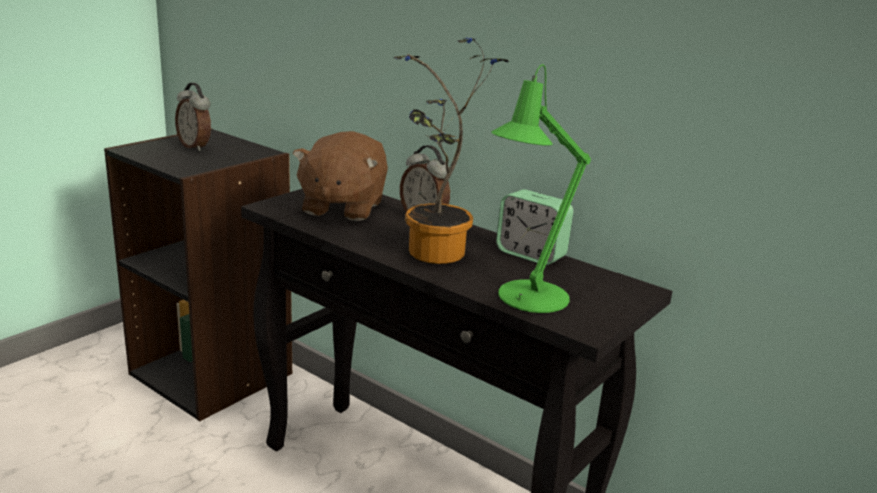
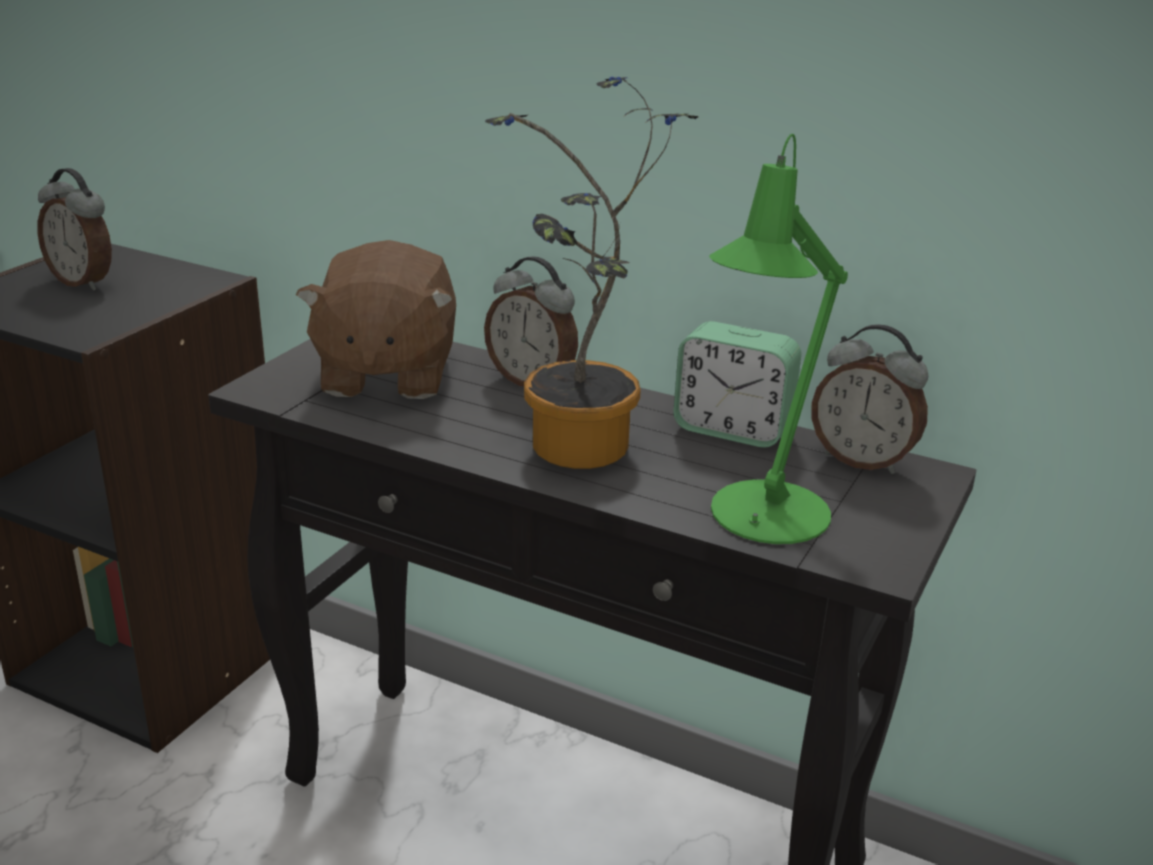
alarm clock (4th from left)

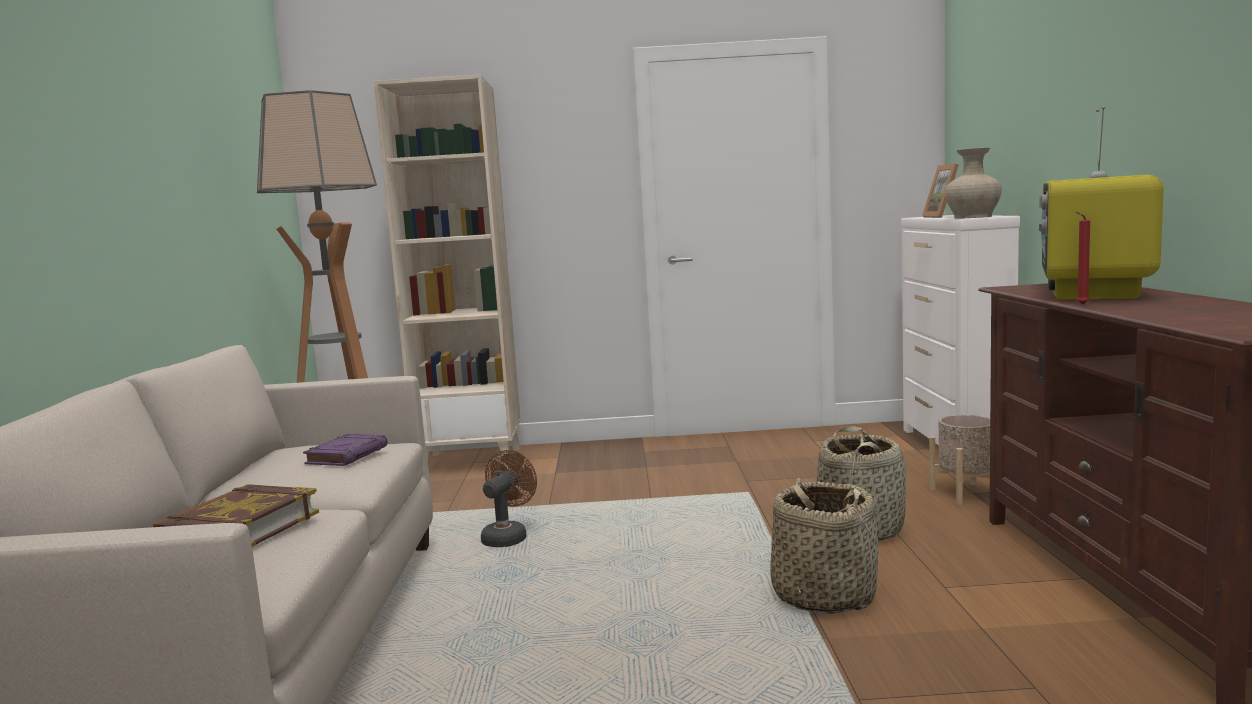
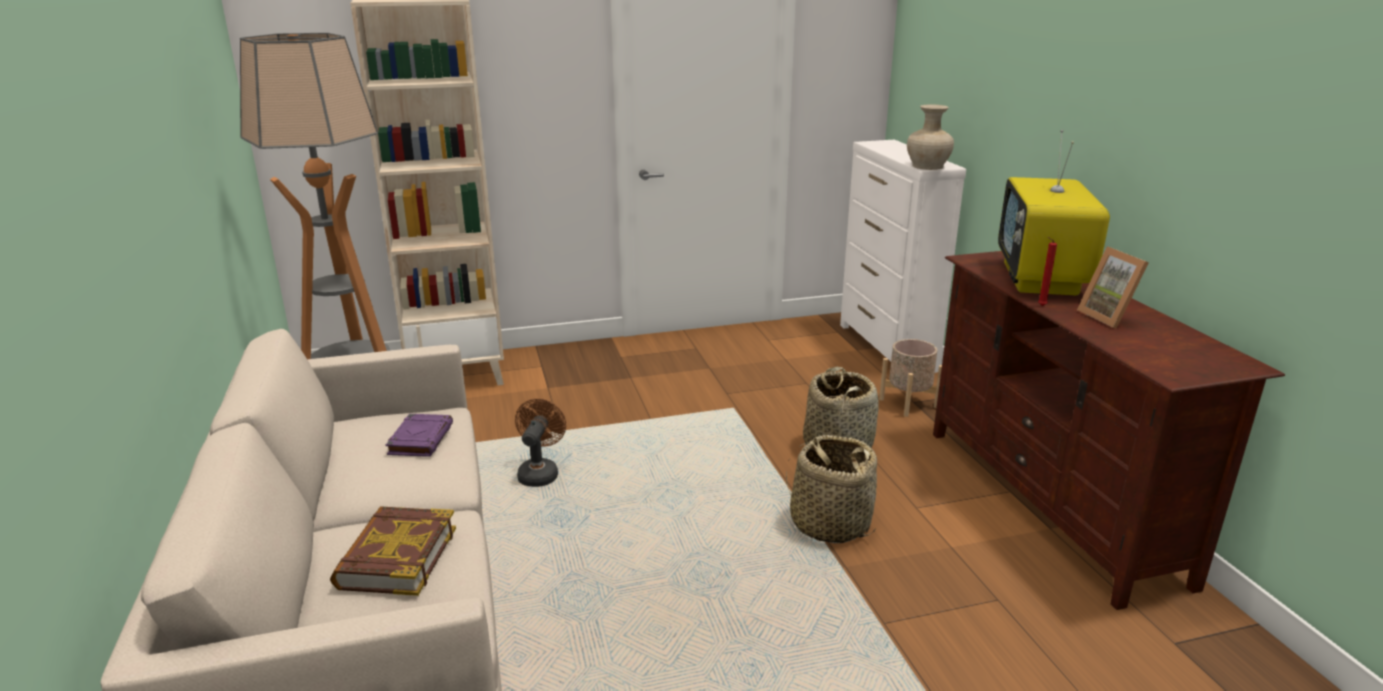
picture frame

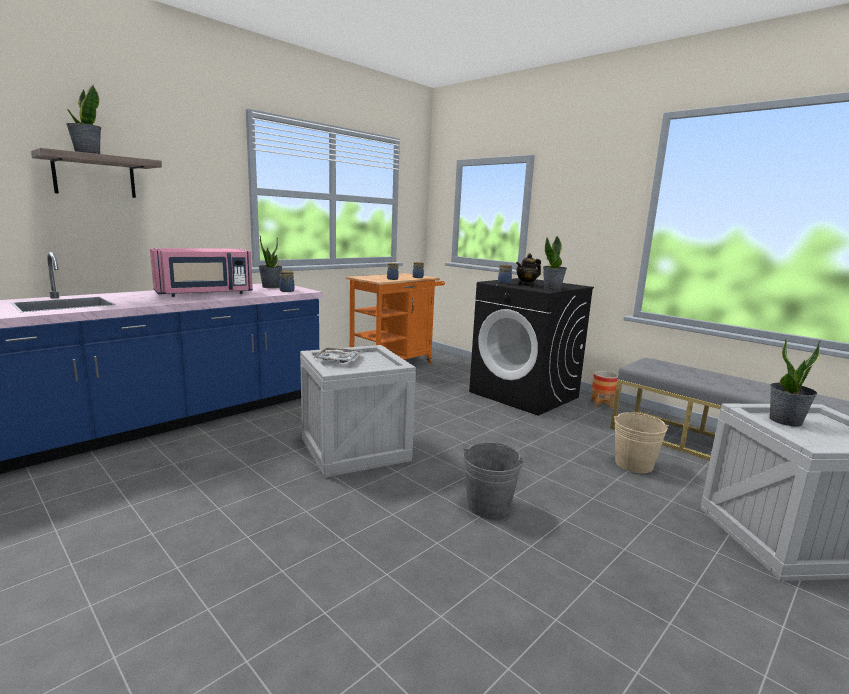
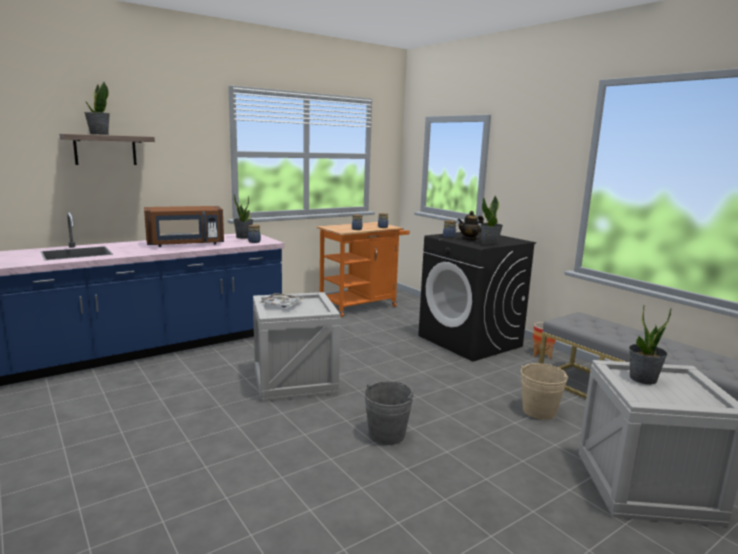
microwave (brown)

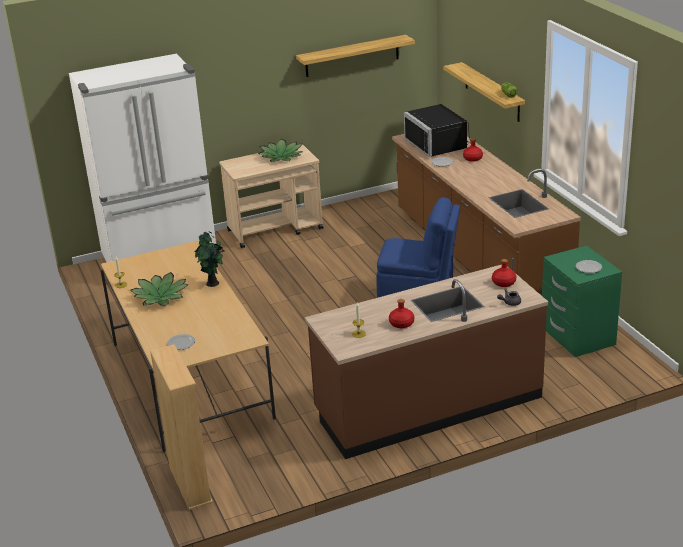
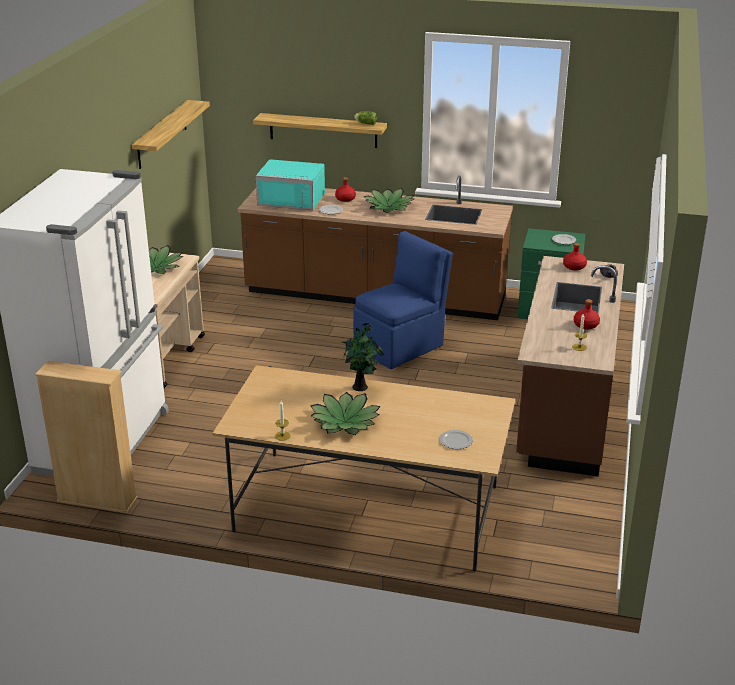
microwave (turquoise-coloured)
shelving unit (sand-coloured)
houseplant (4th from left)

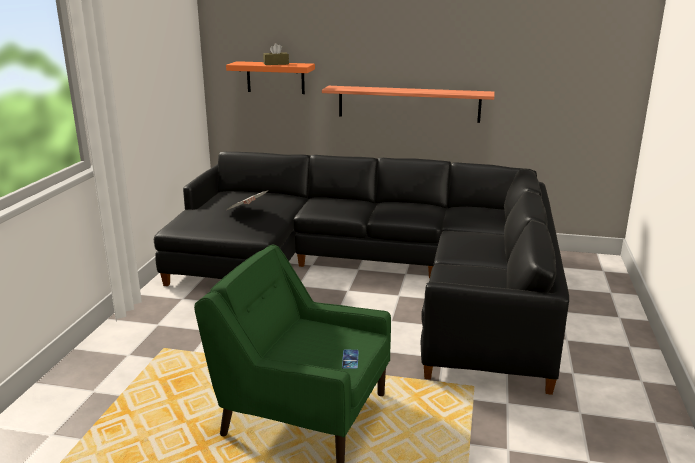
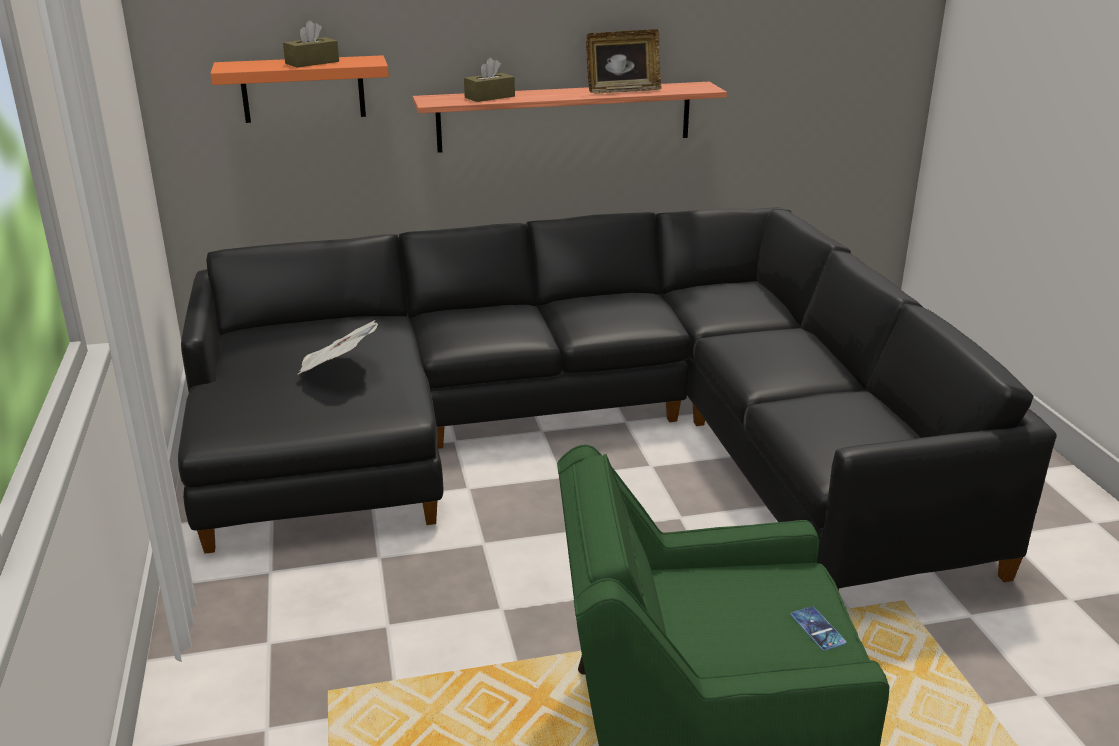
picture frame
tissue holder (brown) (2nd from left)

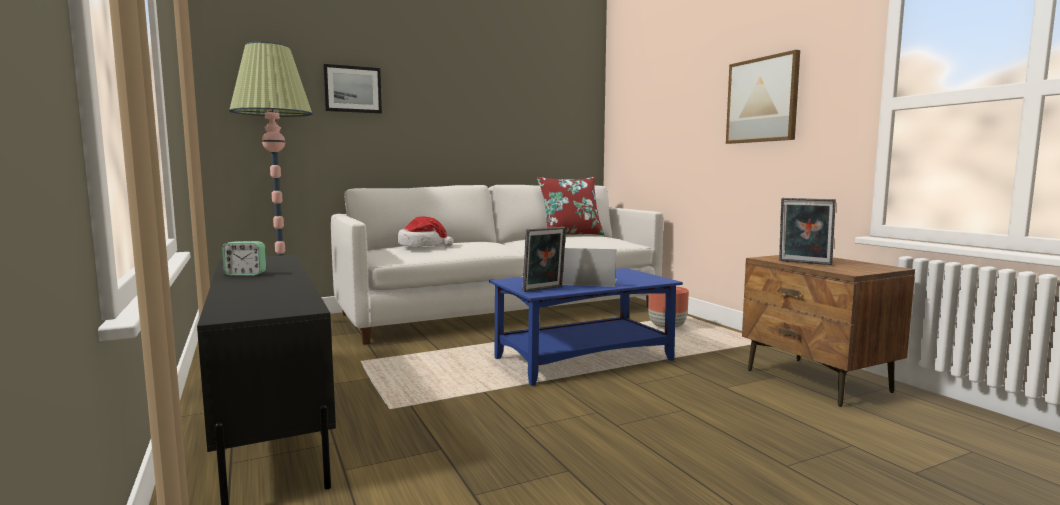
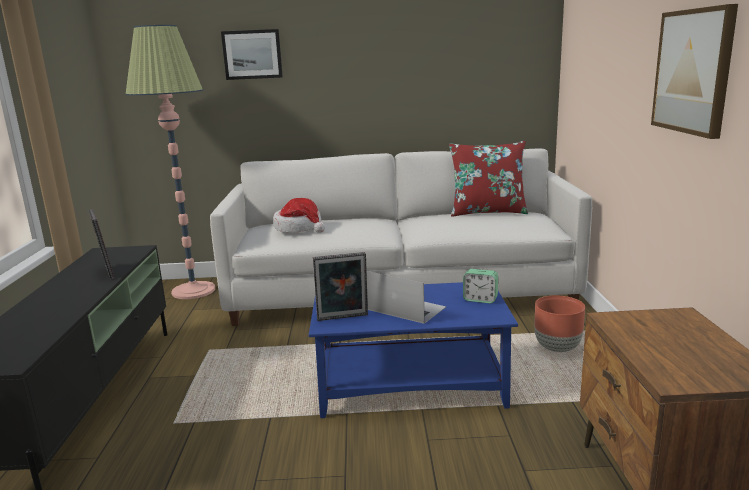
picture frame (1st from left)
alarm clock

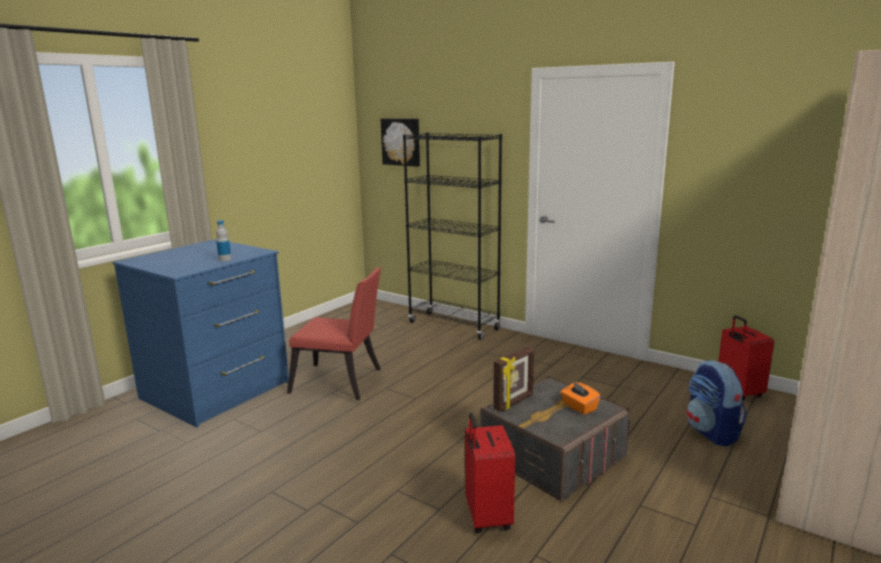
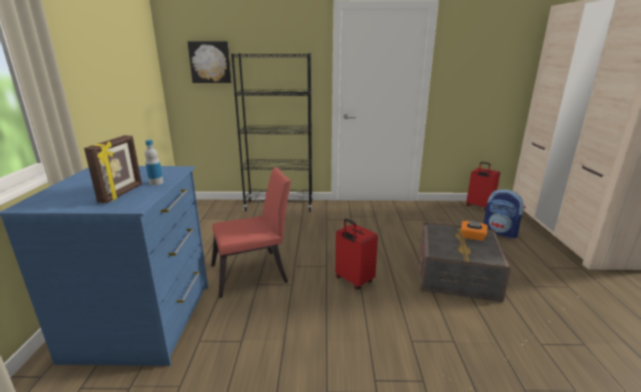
picture frame
travel case (red) (1st from left)

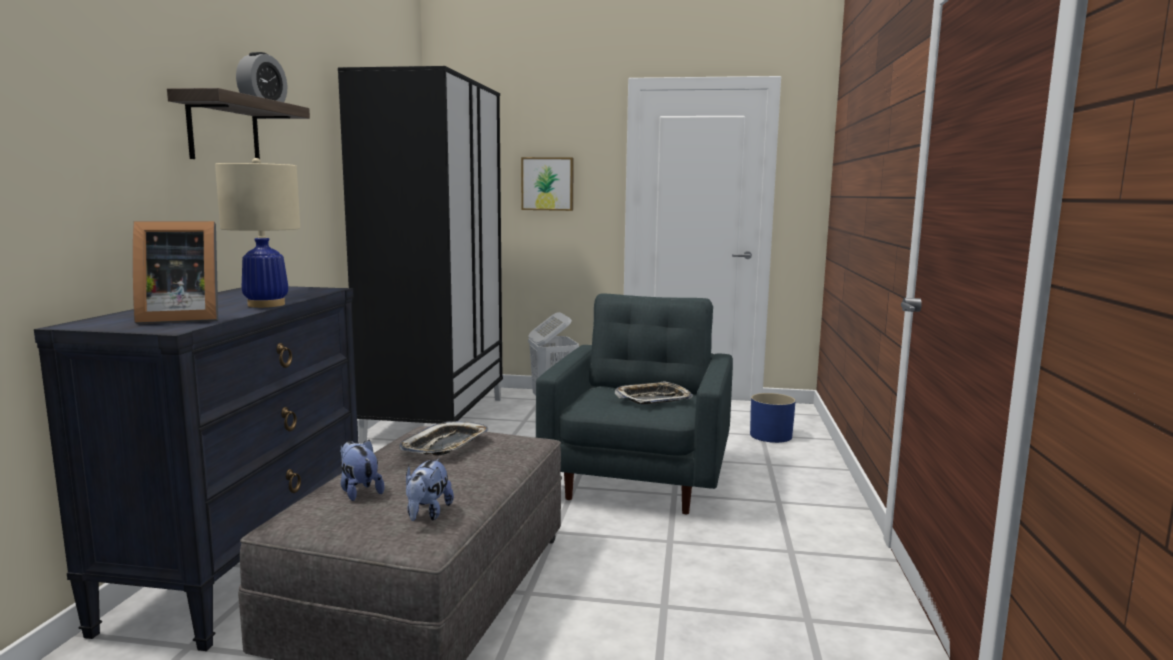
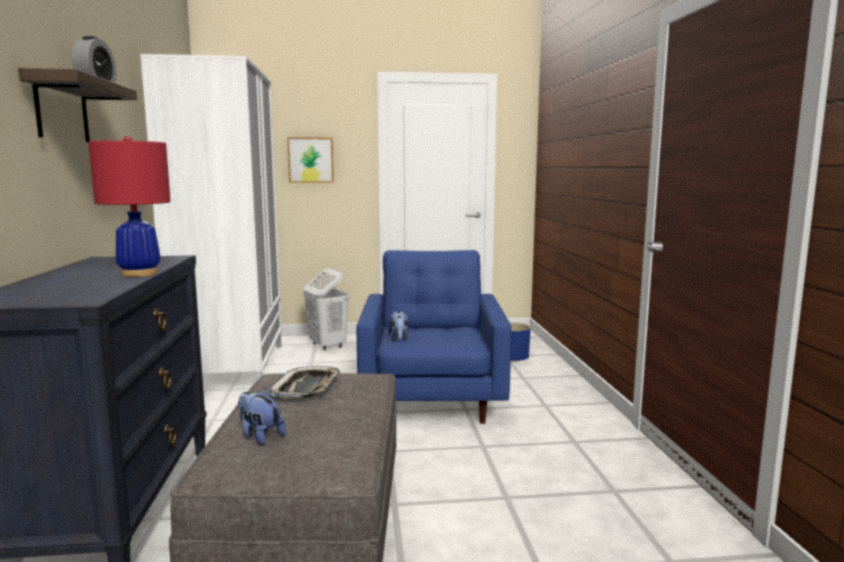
clothes cupboard (white)
table lamp (red)
picture frame
armchair (bluish)
serving tray (2nd from left in the first image)
soft toy (2nd from left)

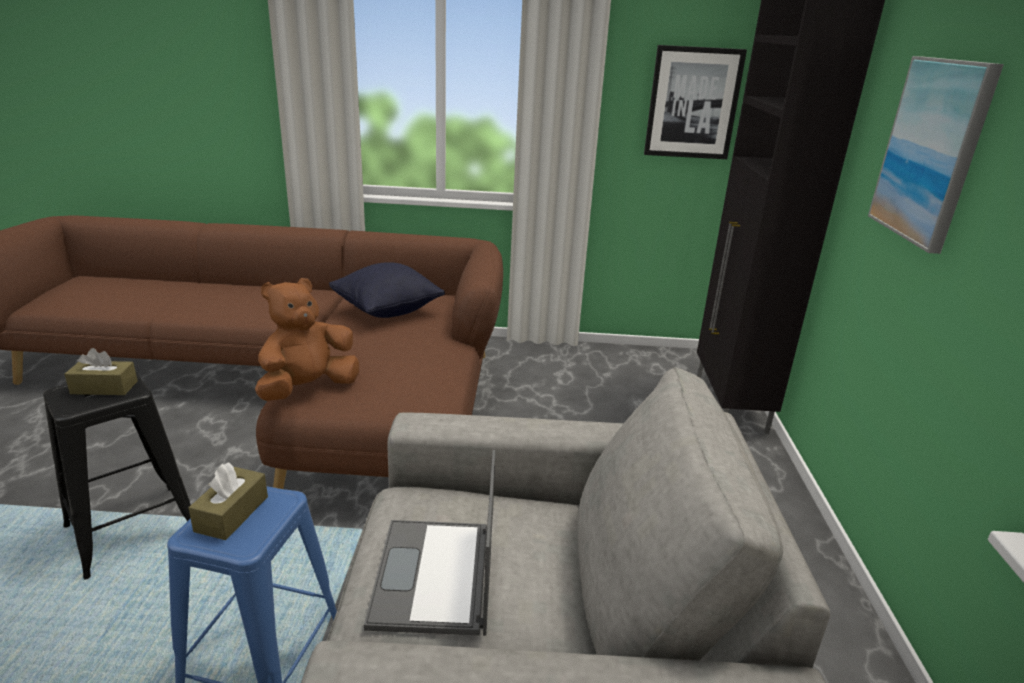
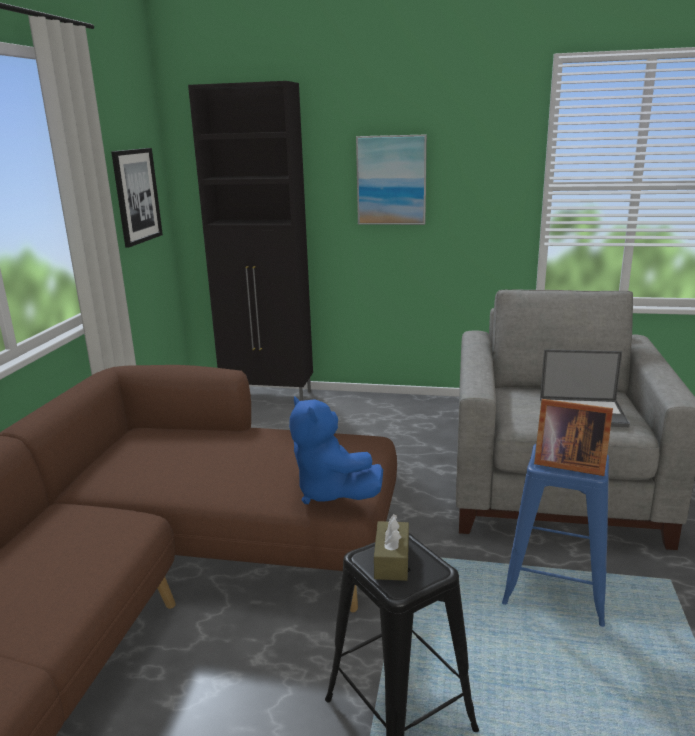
throw pillow (black)
soft toy (bluish)
picture frame

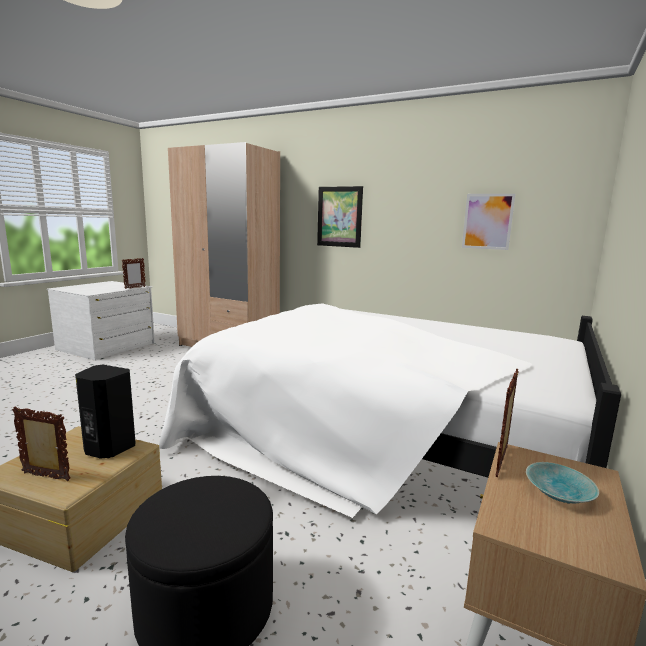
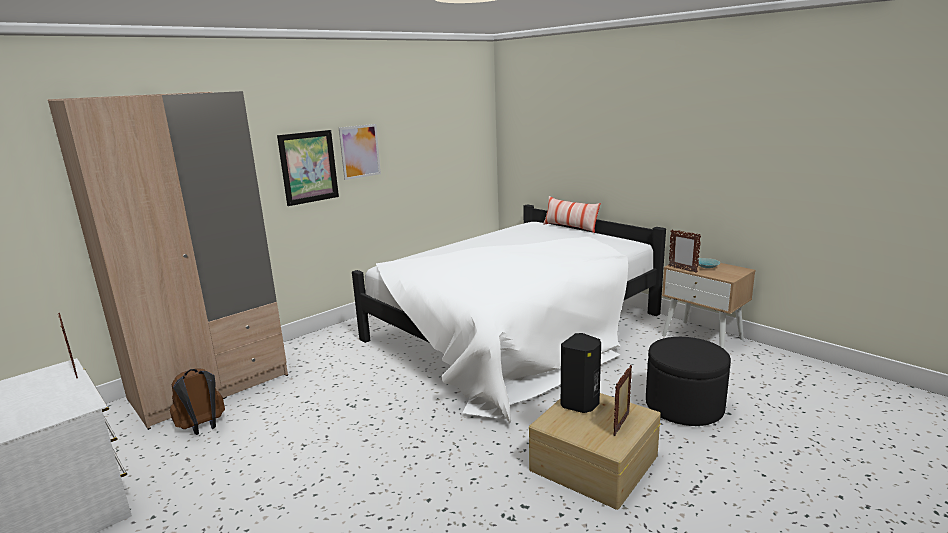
picture (2nd from left)
throw pillow
backpack (brown)

